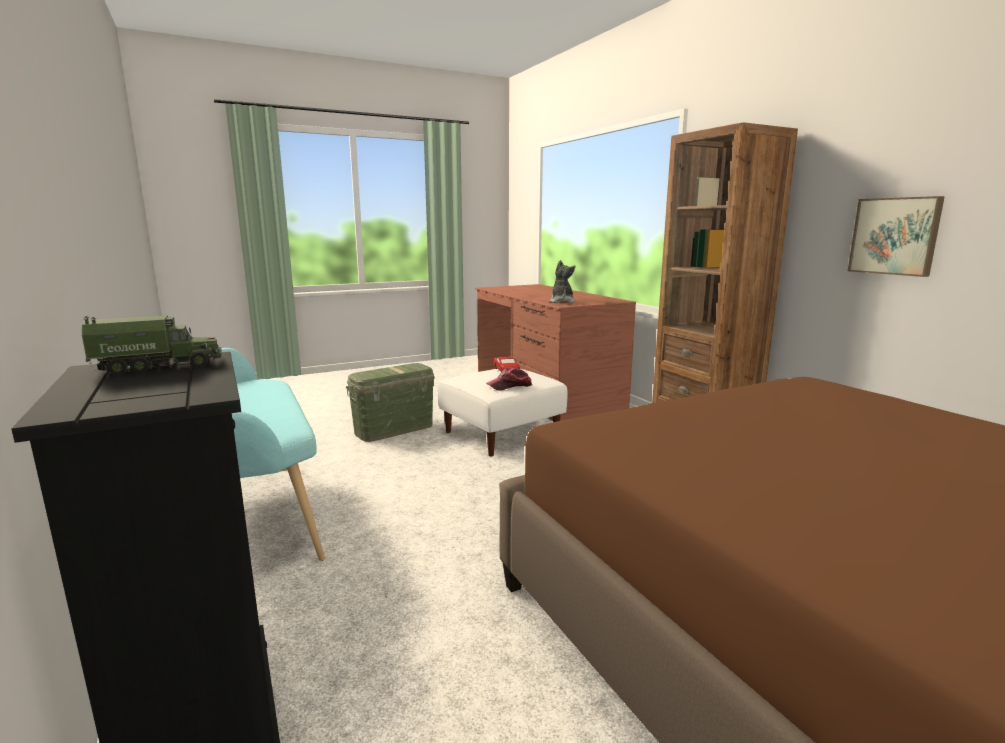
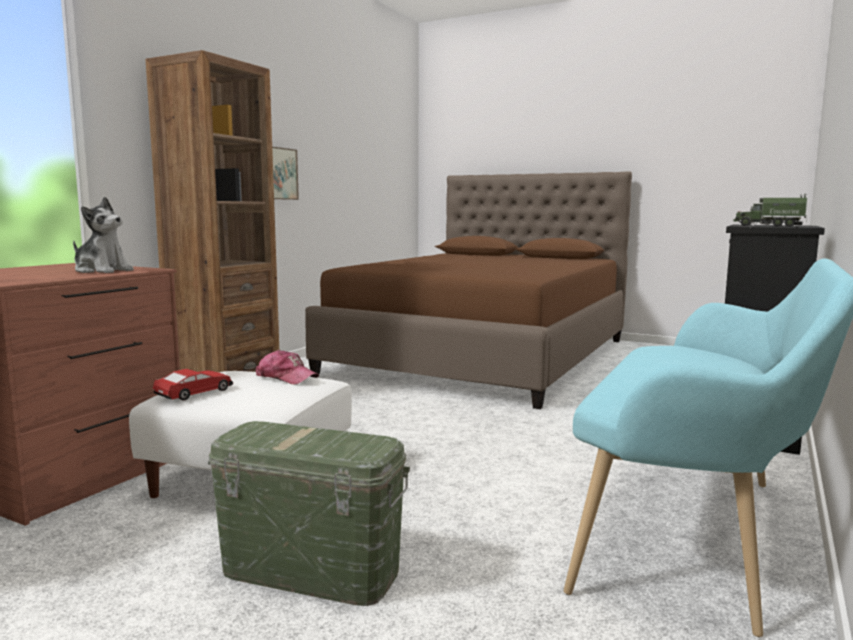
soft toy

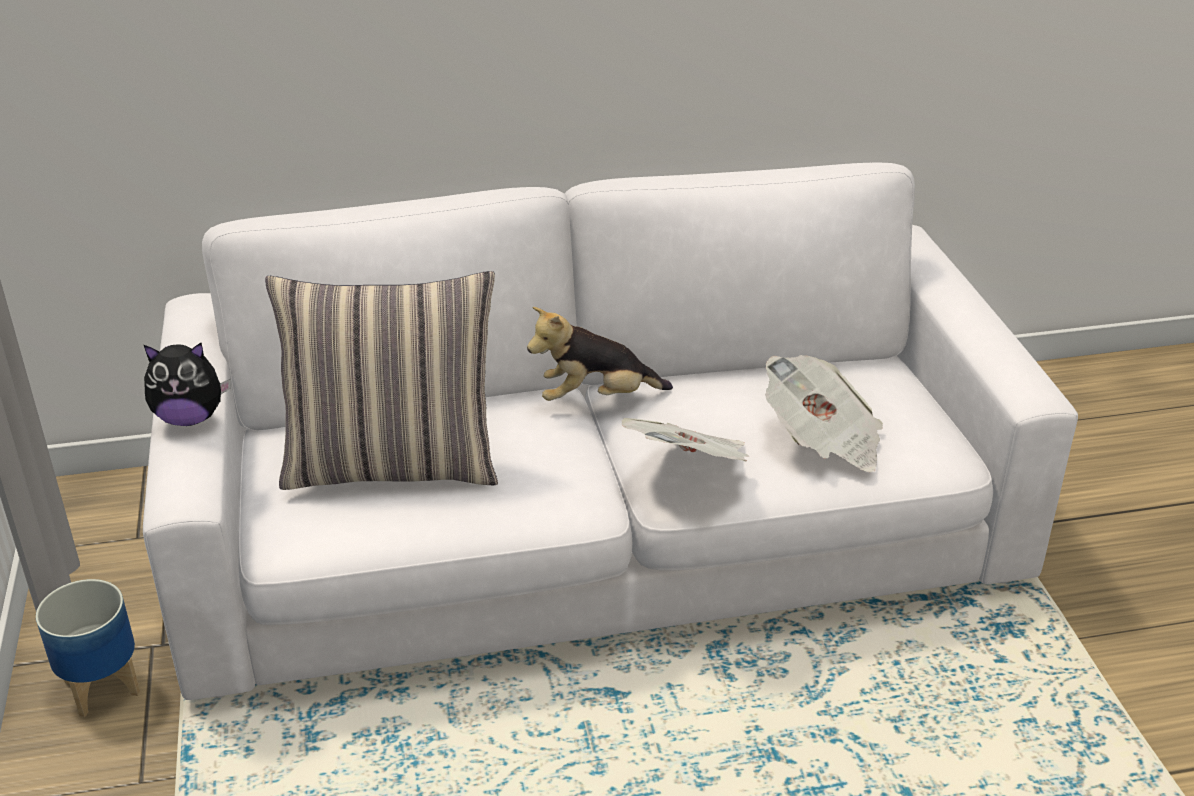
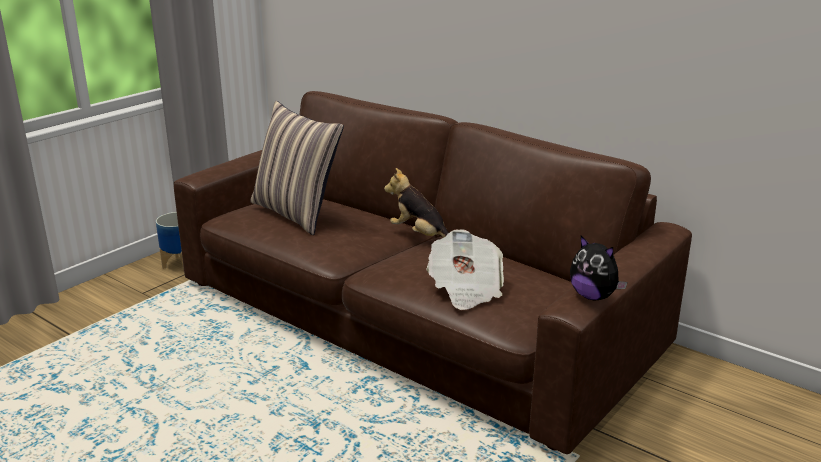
sofa (brown)
soft toy (2nd from left)
daily paper (1st from left in the first image)

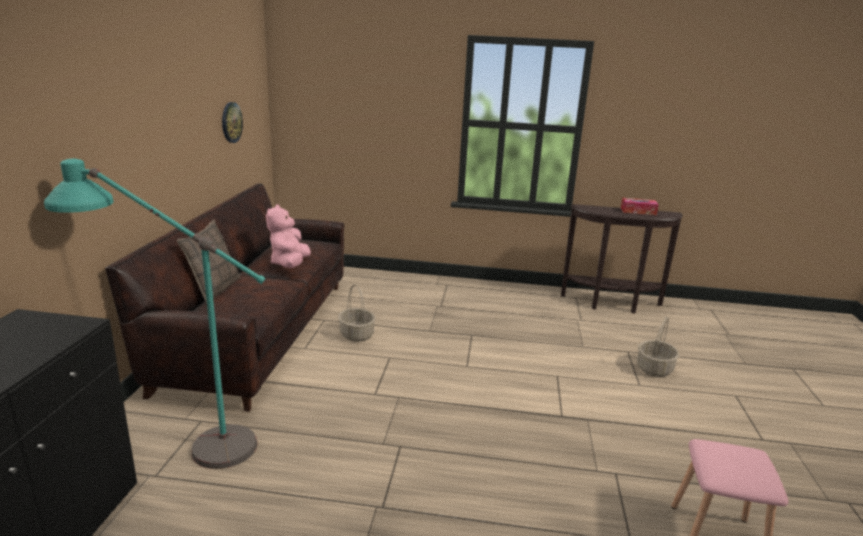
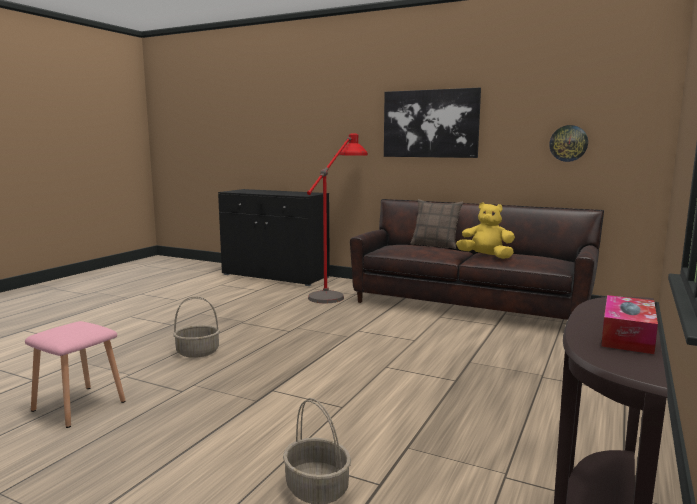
floor lamp (red)
soft toy (yellowish)
basket (1st from left)
picture

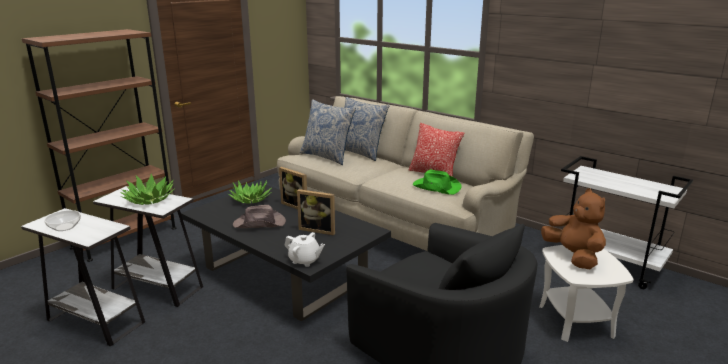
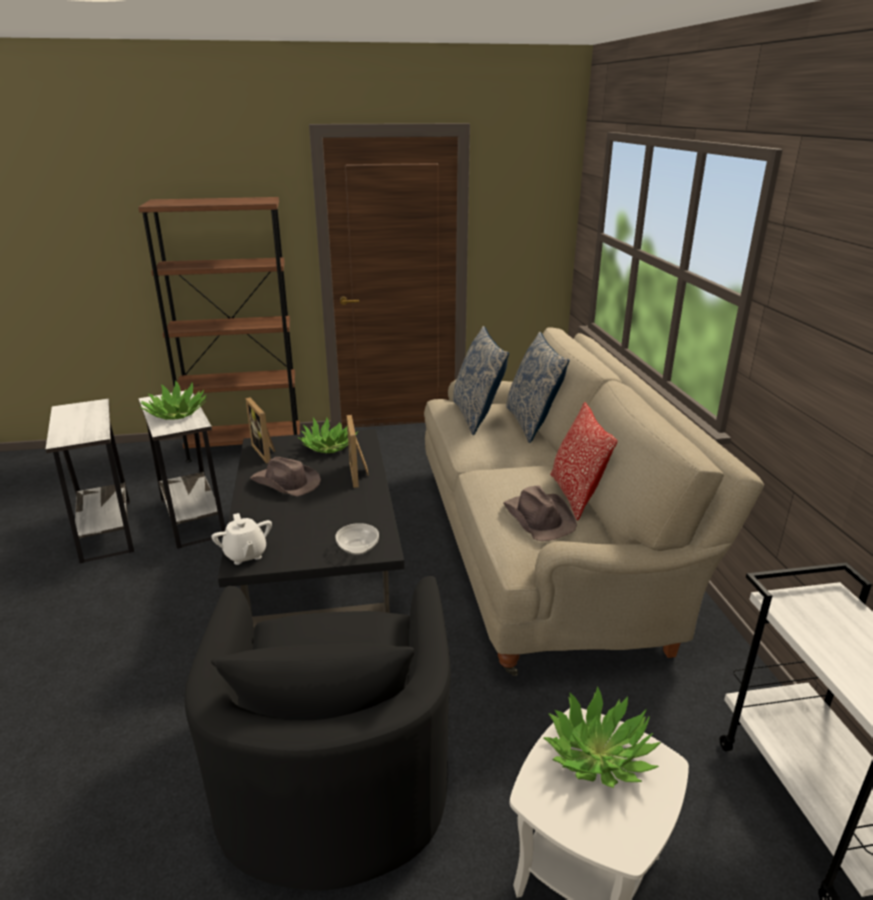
wearable hat (brown) (2nd from left)
houseplant (3rd from left)
picture frame (1st from left)
deep dish

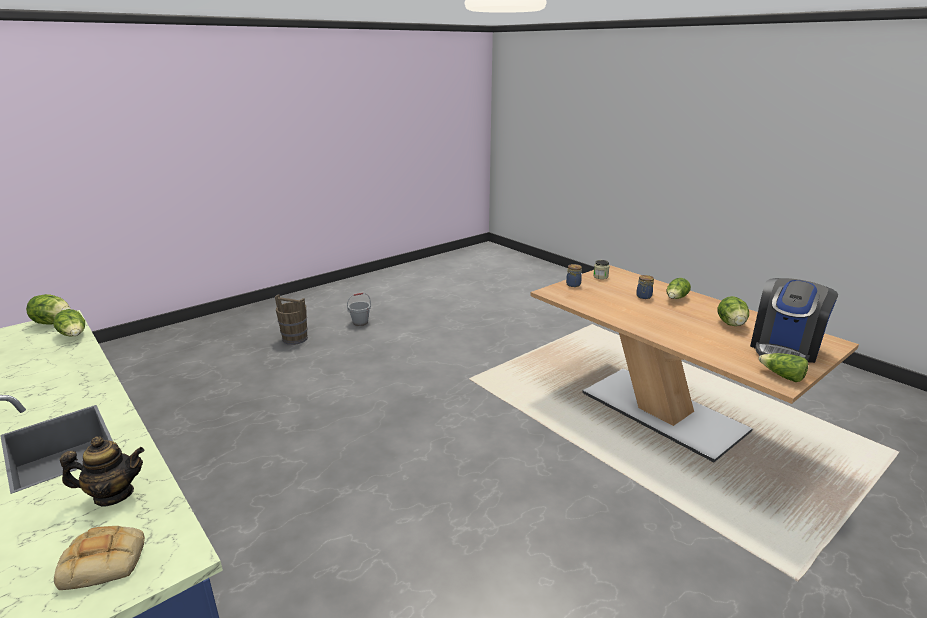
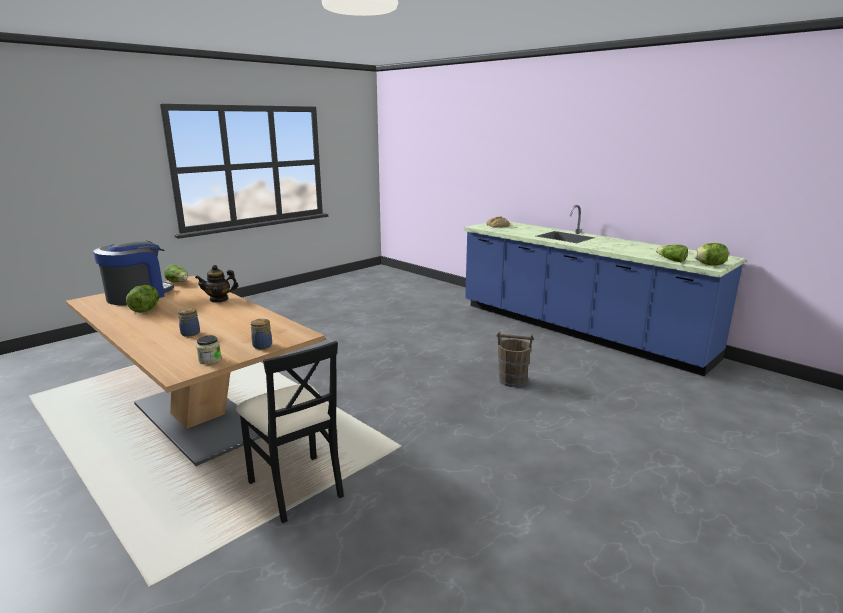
head of lettuce (3rd from left in the first image)
pail (gray)
pail (brown)
tea pot
upright chair (black)

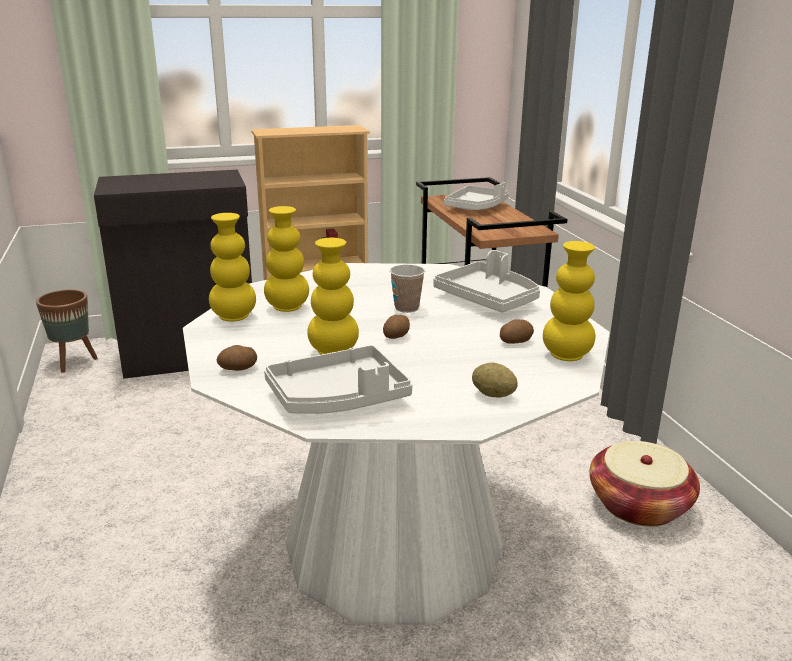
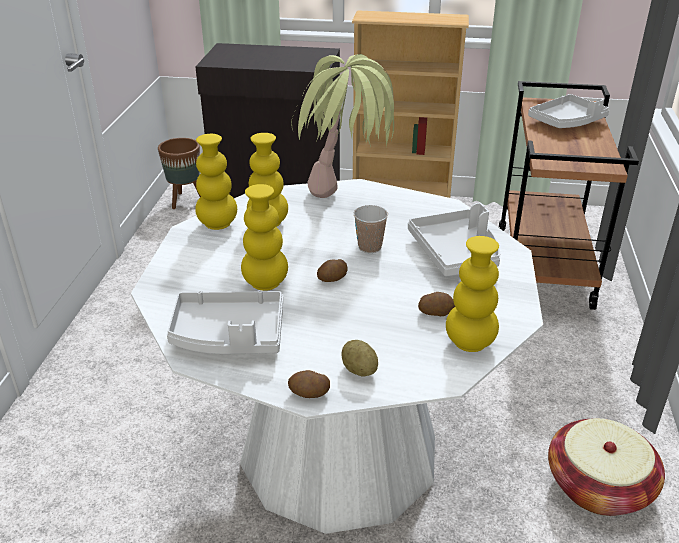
potato (1st from left)
houseplant

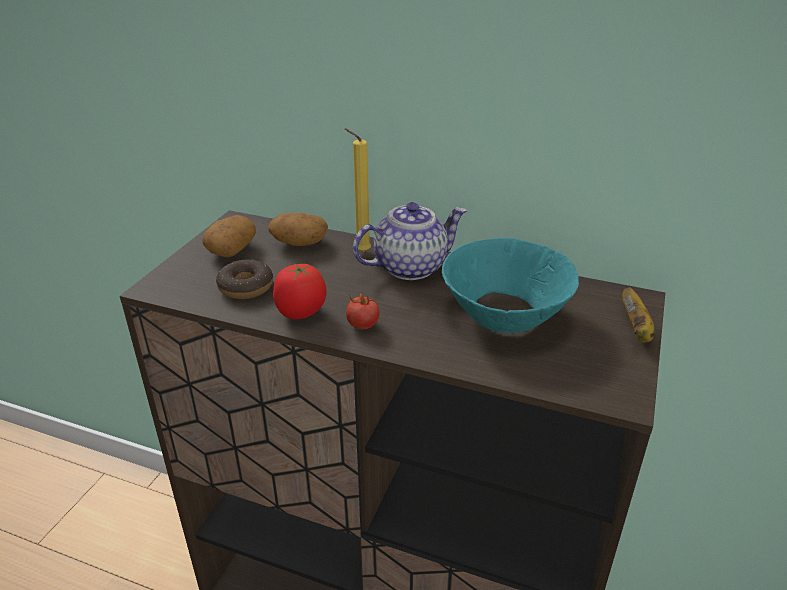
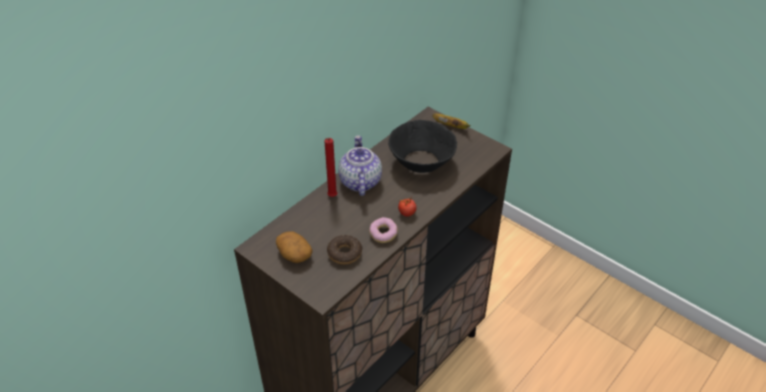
wax light (red)
potato (2nd from left in the first image)
deep dish (black)
donut (2nd from left)

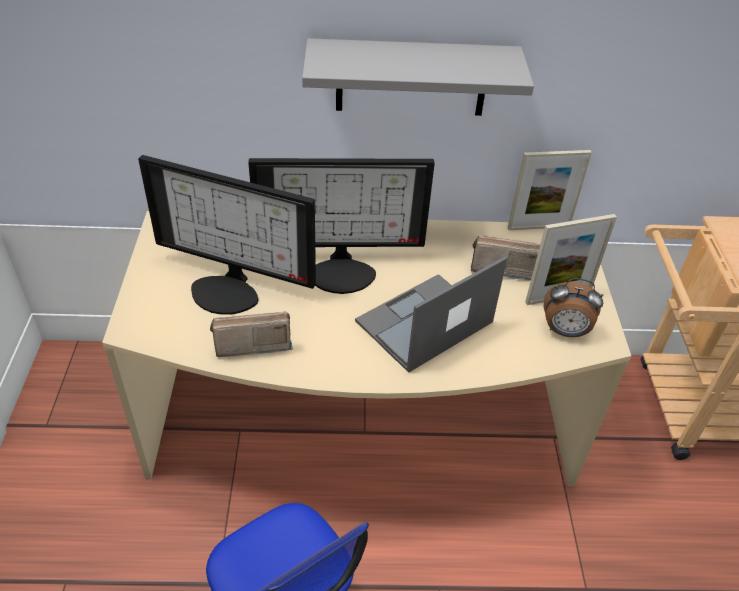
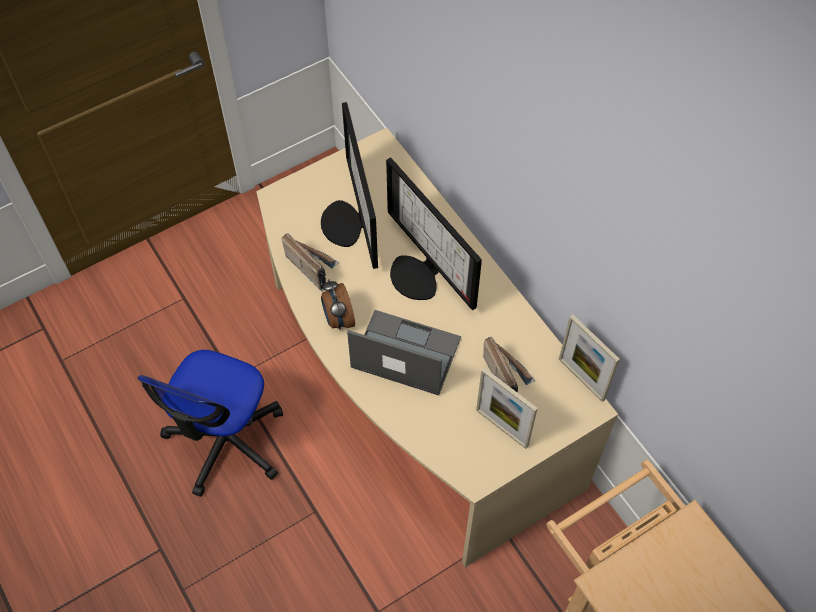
bracket shelf (gray)
alarm clock

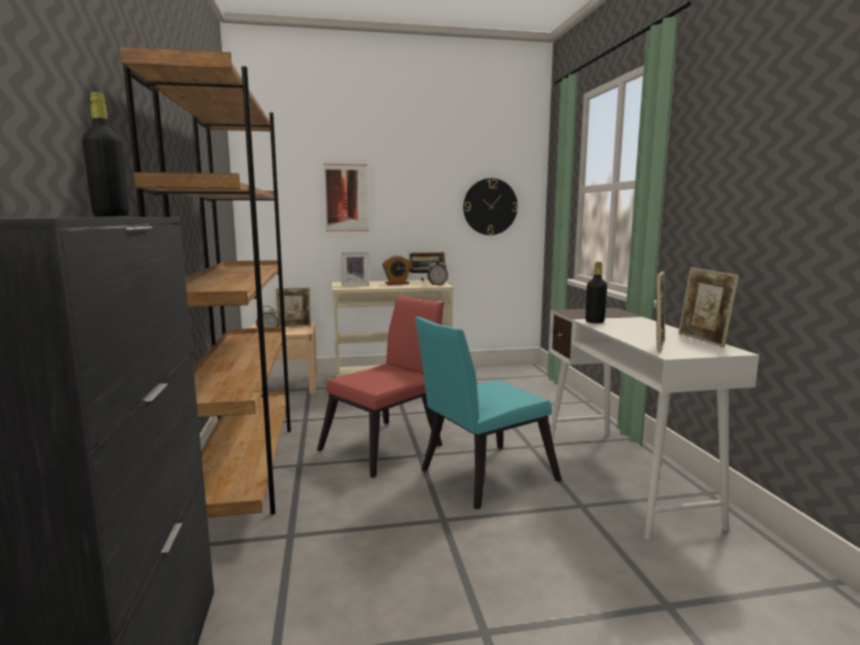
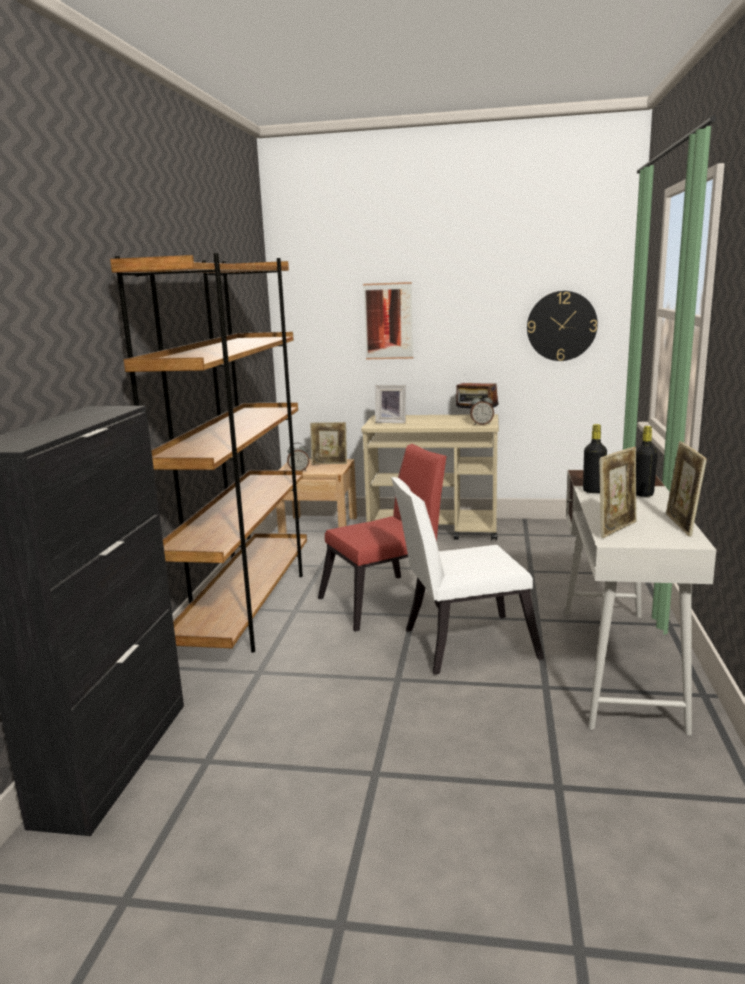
beverage bottle (black) (2nd from left)
alarm clock (2nd from left in the first image)
upright chair (white)

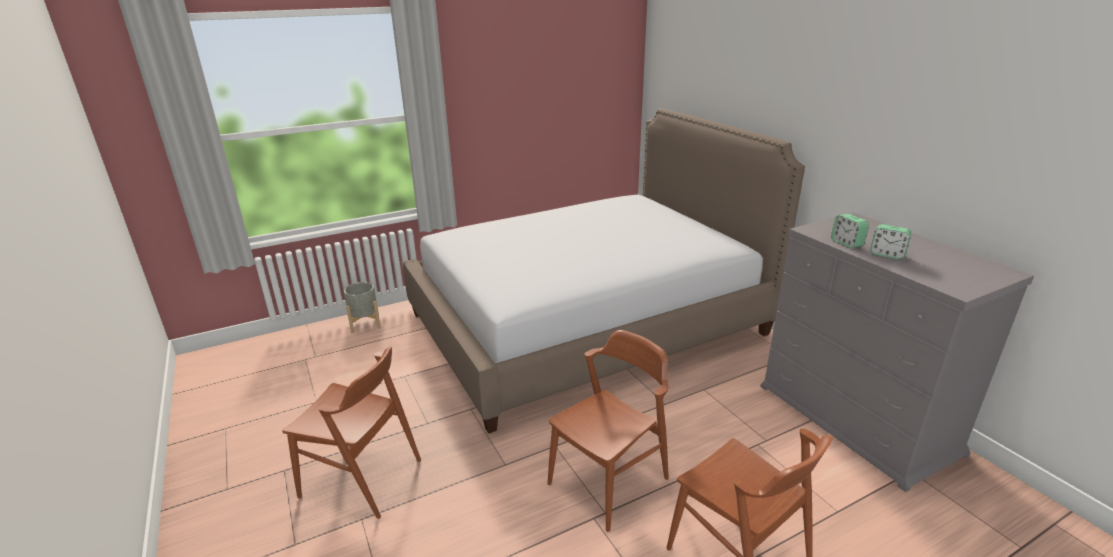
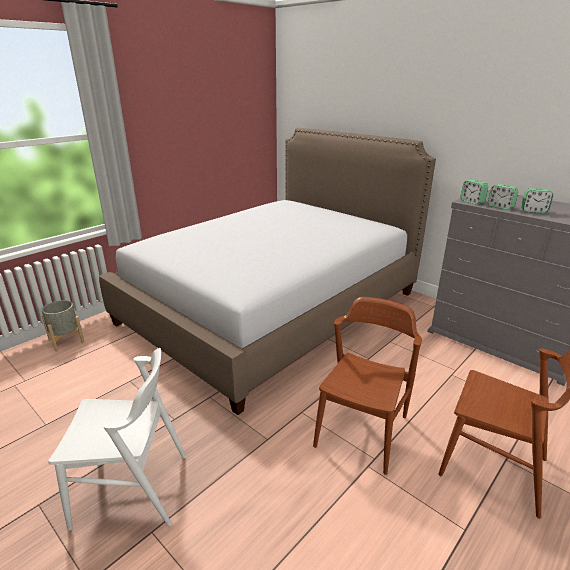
upright chair (white)
alarm clock (1st from left)

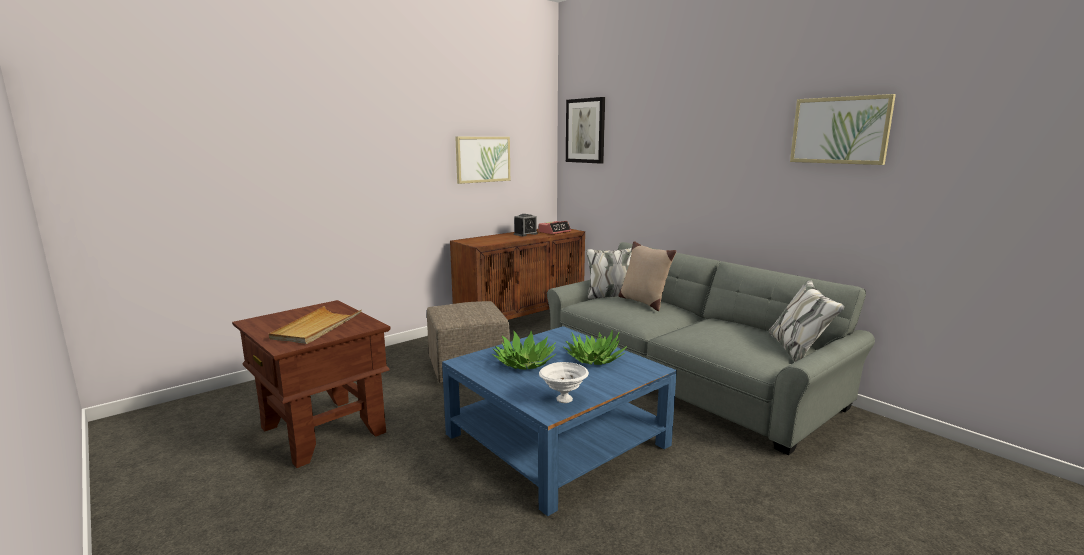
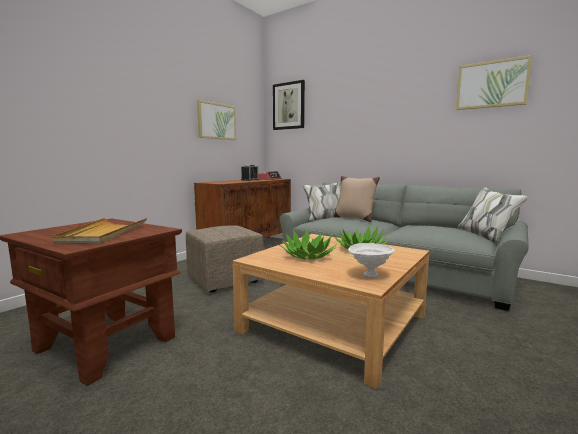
coffee table (sand-coloured)

